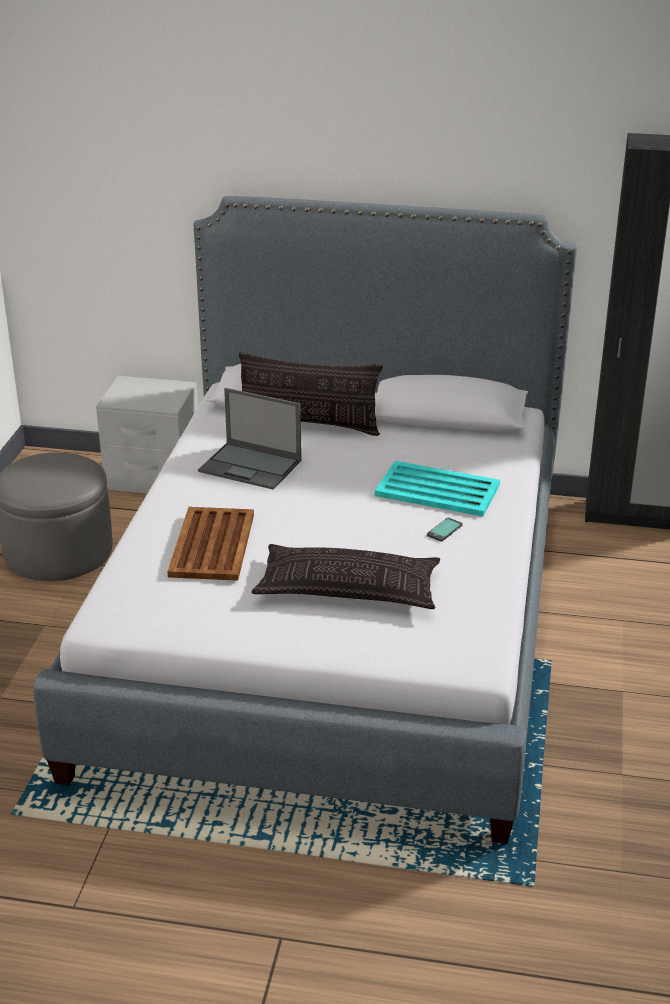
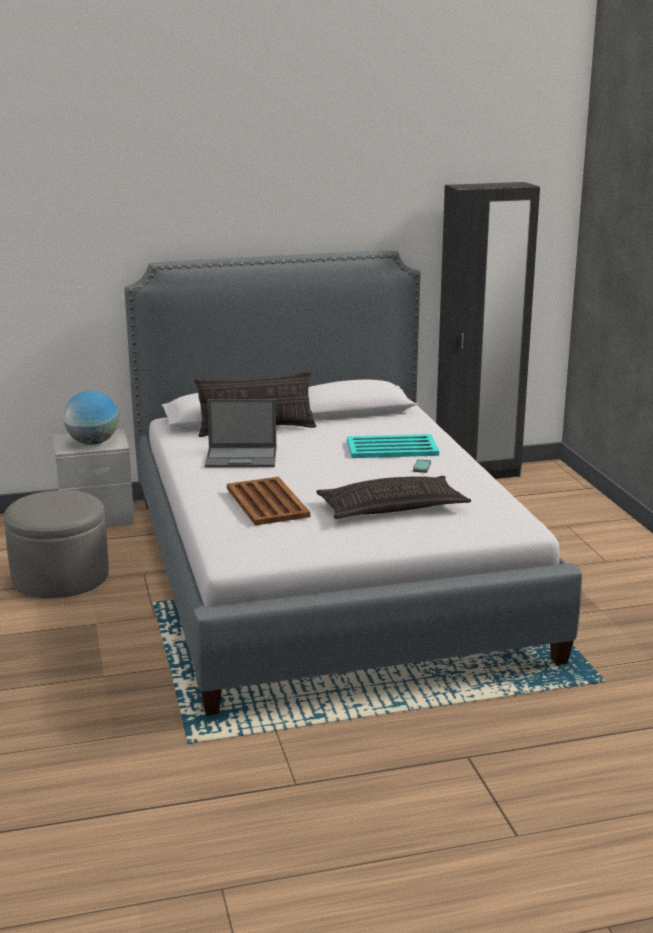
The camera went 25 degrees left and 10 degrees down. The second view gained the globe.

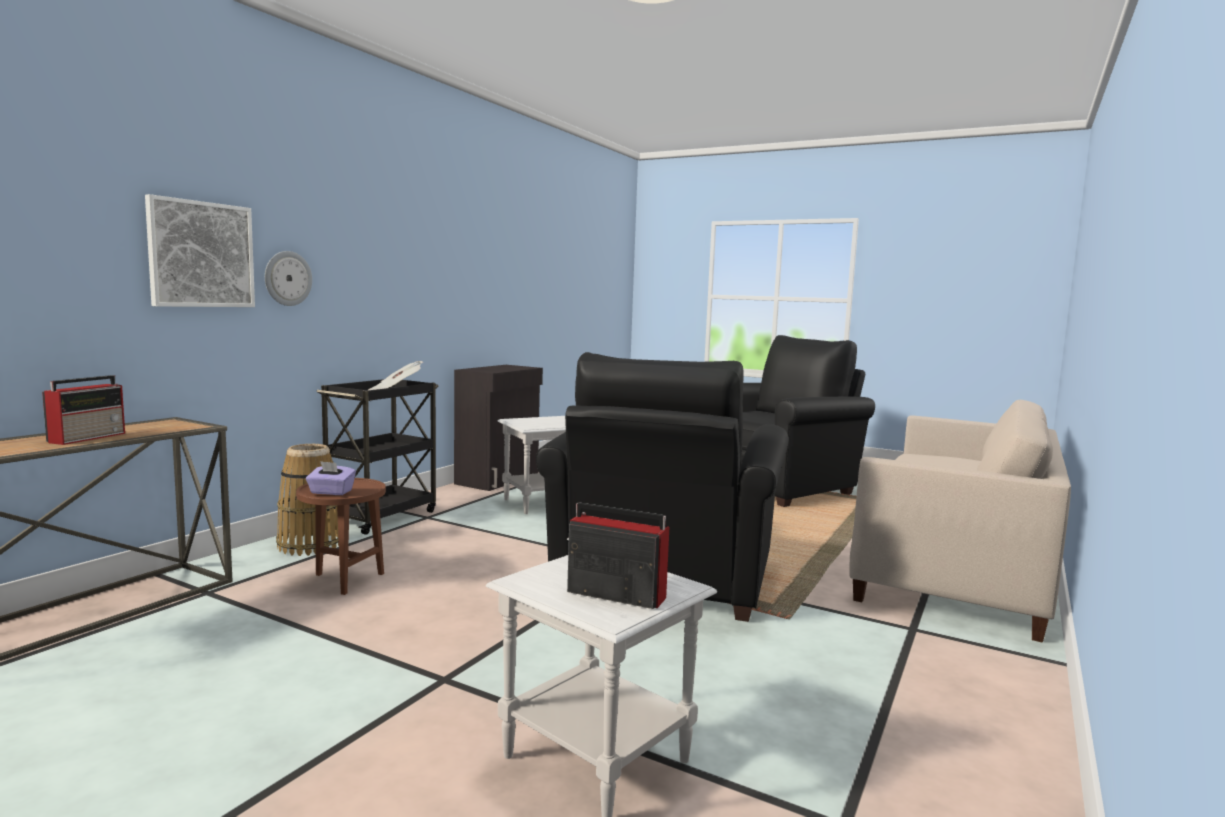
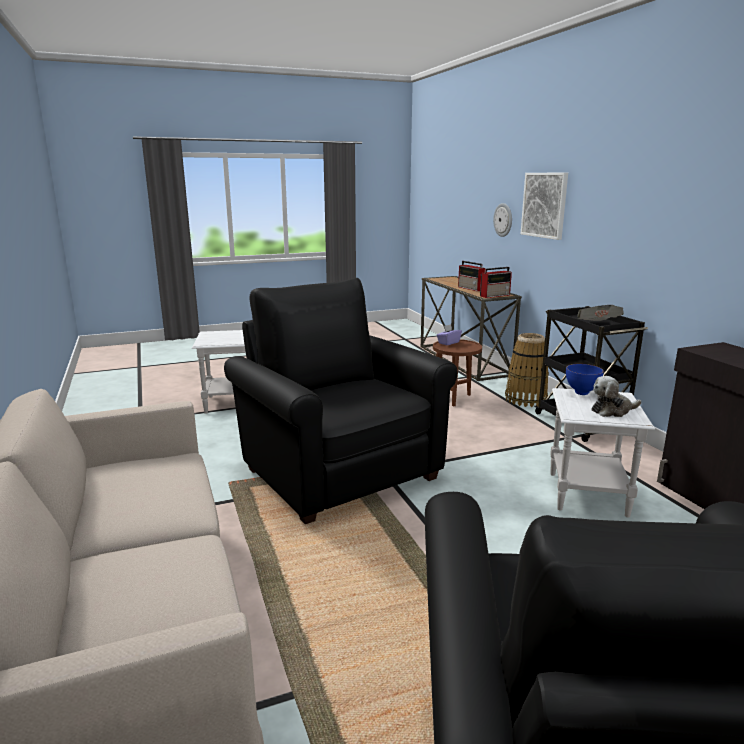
The camera went 130 degrees right and 10 degrees up. The wall clock ended up elsewhere. The radio (no. 2 from left) ended up elsewhere. The second view gained the bowl/blue. The second view gained the plush toy.

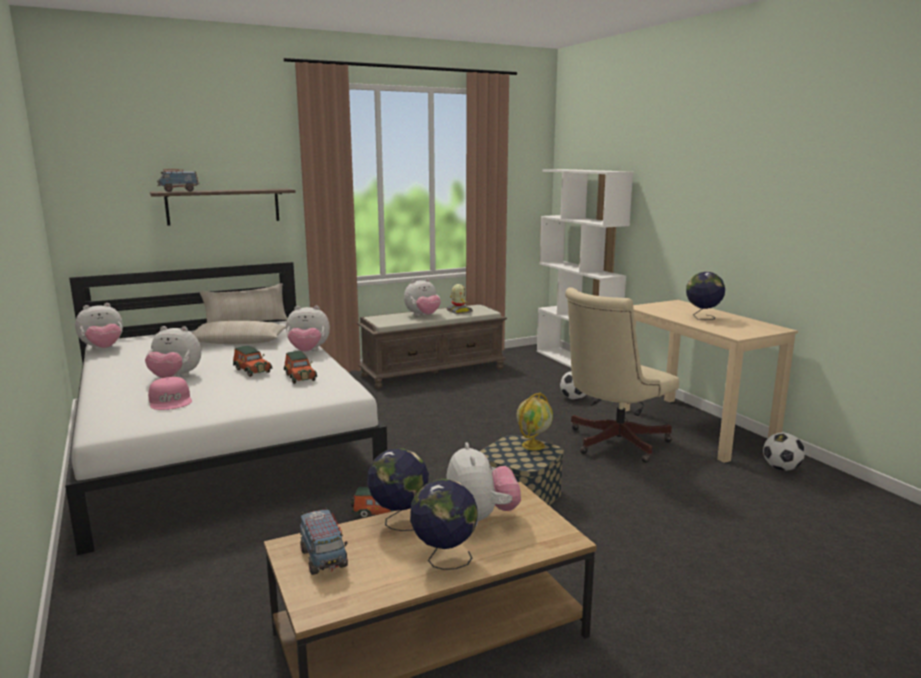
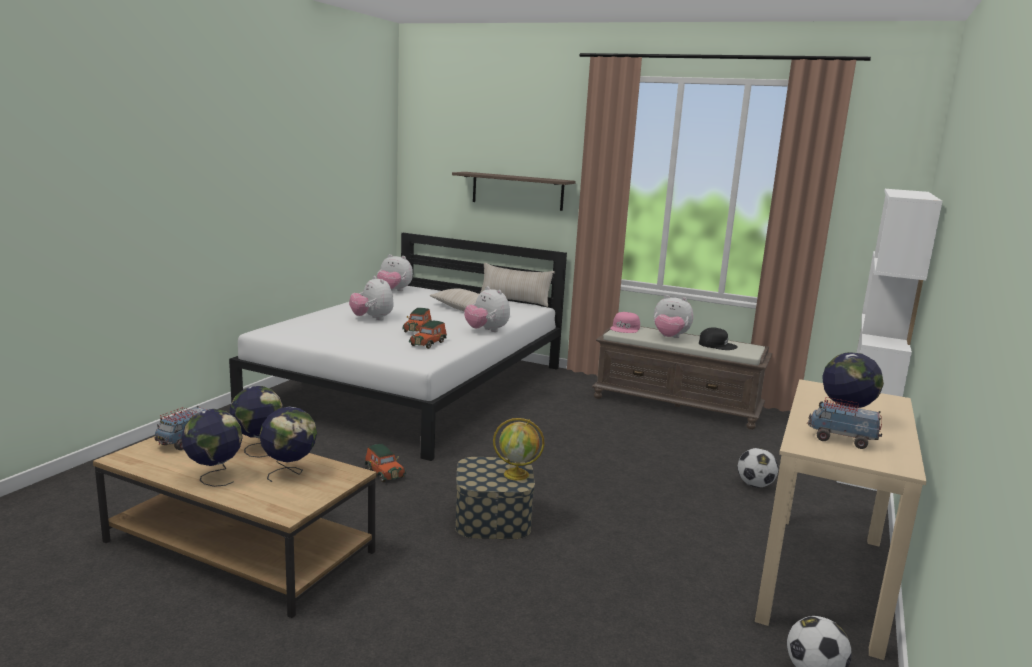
The camera went 50 degrees right and 0 degrees up. The cap/pink ended up elsewhere. The toy truck (no. 1 from left in the first image) ended up elsewhere. Where the plush toy (no. 5 from left) stood, the globe (no. 3 from left) came to stand. Where the toy robot stood, the cap/black came to stand. The second view lost the office chair/beige.

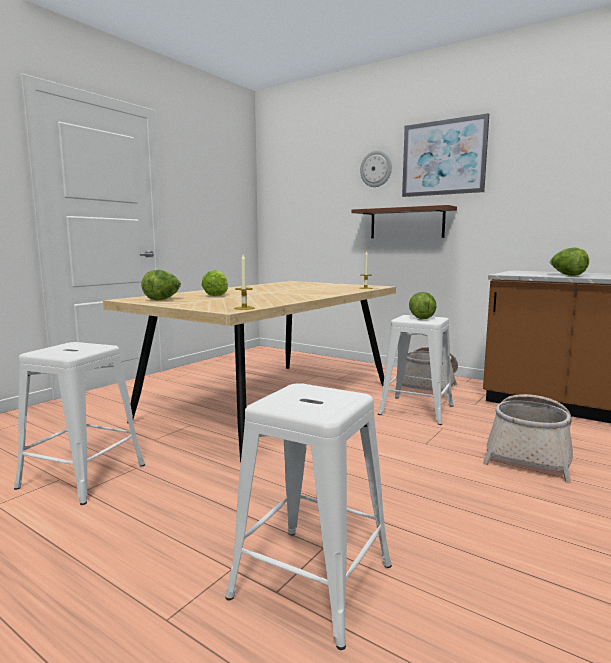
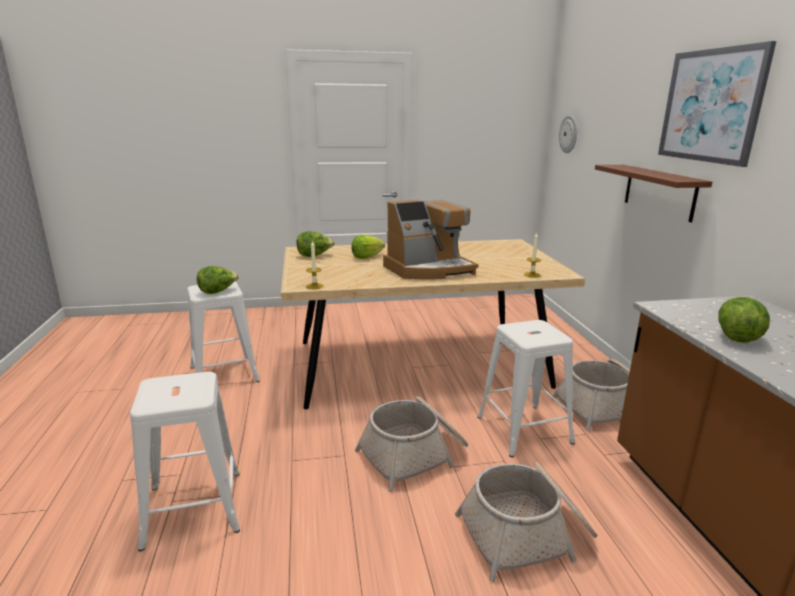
The camera went 45 degrees right and 10 degrees up. The wall clock ended up elsewhere. The lettuce (no. 3 from left in the first image) ended up elsewhere. The second view gained the basket (no. 1 from left). The second view gained the coffee machine.

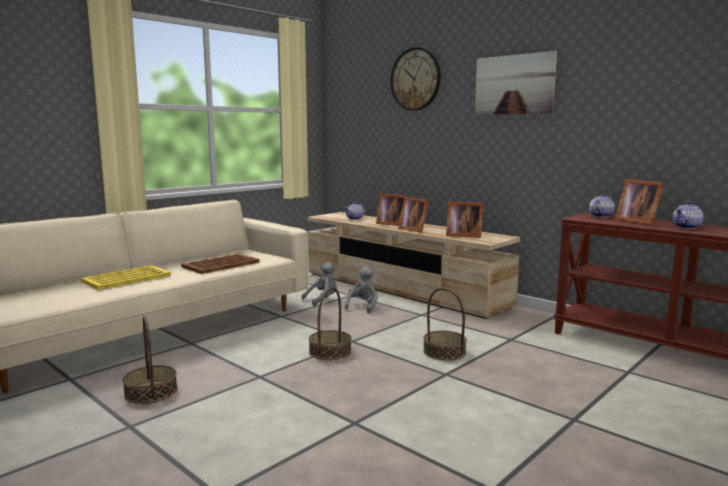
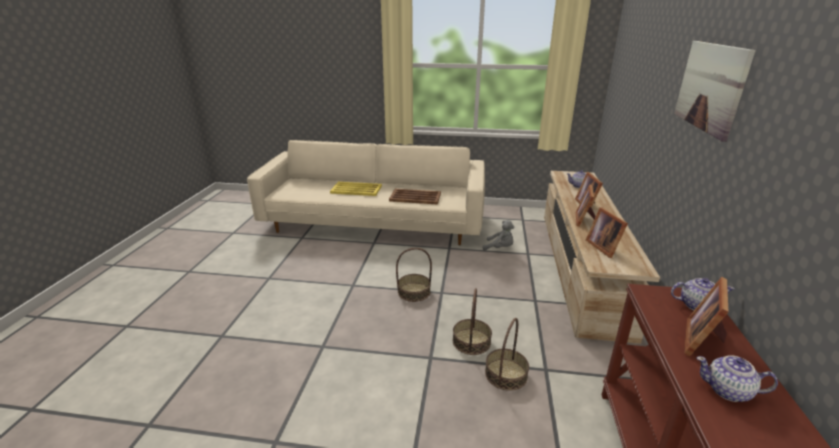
The camera went 55 degrees right and 15 degrees up. The basket (no. 1 from left in the first image) ended up elsewhere. The second view lost the plush toy/grey (no. 2 from left). The second view lost the wall clock.

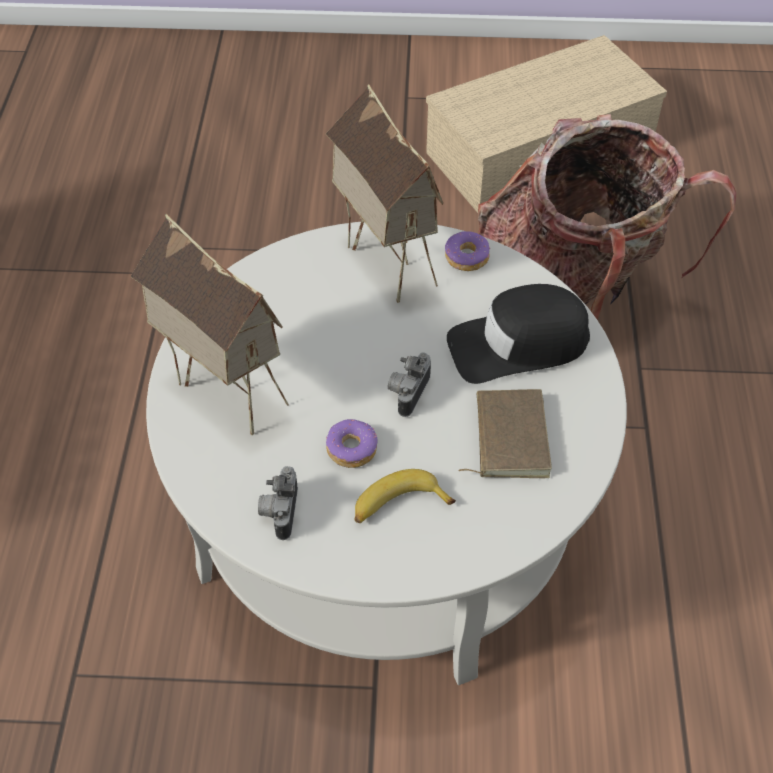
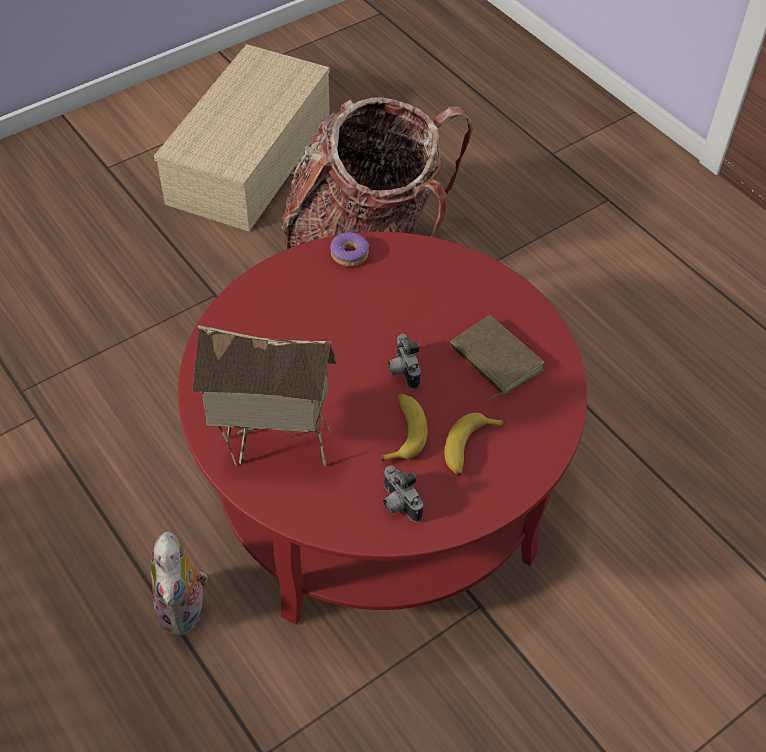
The camera went 40 degrees left and 0 degrees up. What was the coffee table/white turned into the coffee table/red. The second view lost the toy house (no. 2 from left). Where the donut (no. 1 from left) stood, the banana (no. 1 from left) came to stand. The second view lost the cap/black. The second view gained the plush toy.

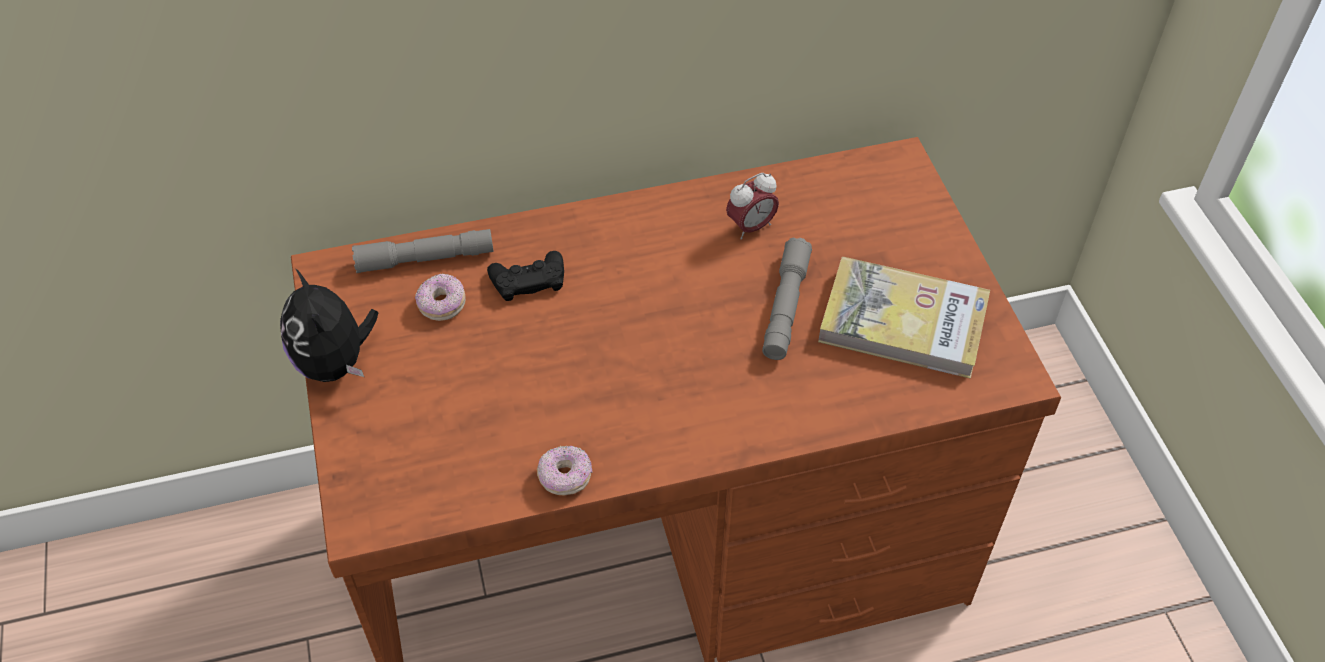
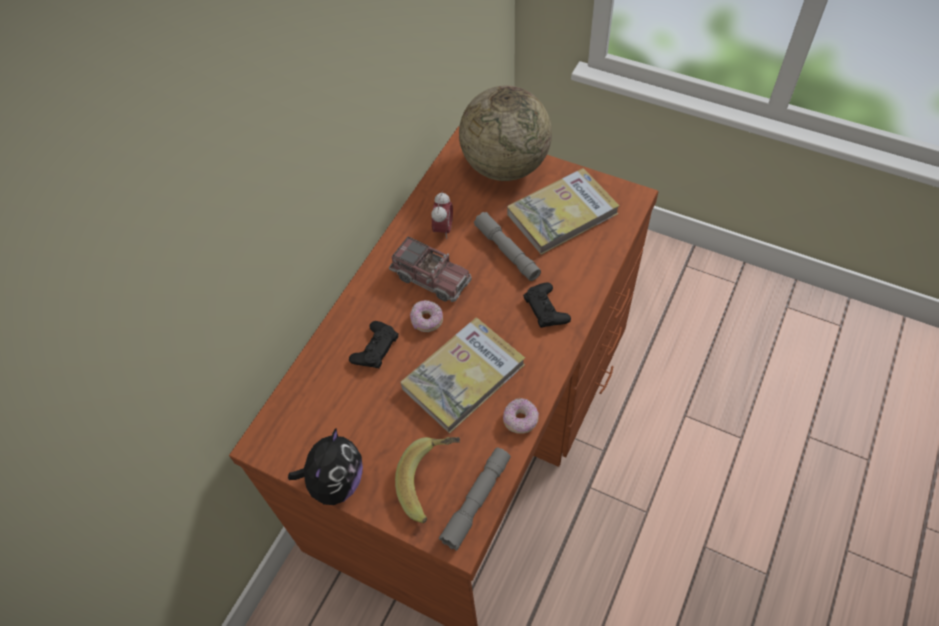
The camera went 45 degrees left and 5 degrees up. The plush toy ended up facing another way, 90 degrees counterclockwise from before. The flashlight/grey (no. 1 from left) ended up elsewhere. The donut (no. 1 from left) ended up elsewhere. The second view gained the toy truck. The second view gained the banana. The second view gained the book (no. 1 from left). The second view gained the globe. The second view gained the game controller/black (no. 2 from left).

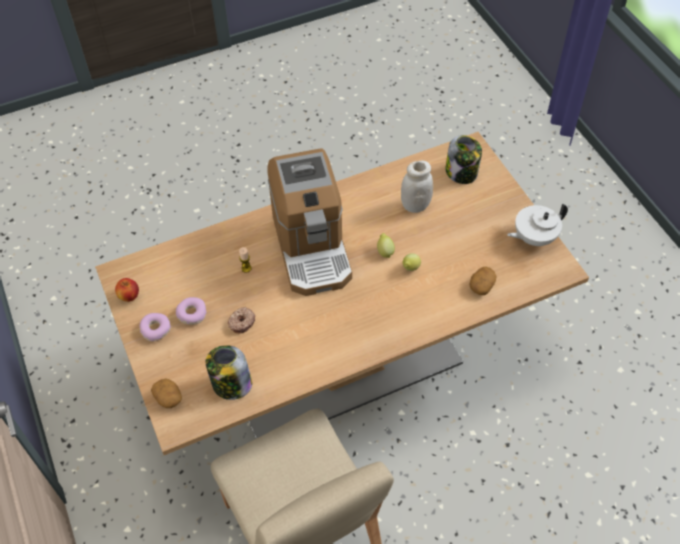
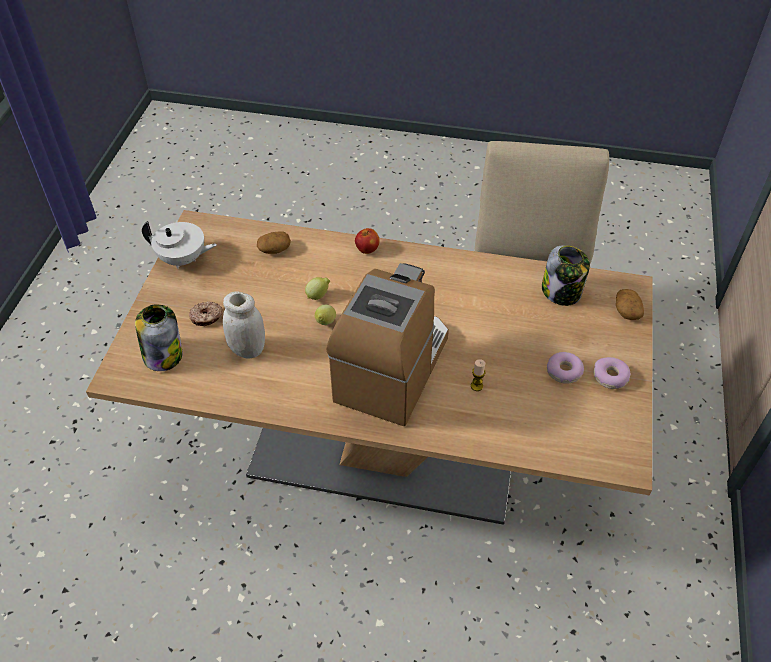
The camera went 145 degrees left and 5 degrees down. The apple ended up elsewhere. The donut (no. 3 from left in the first image) ended up elsewhere.

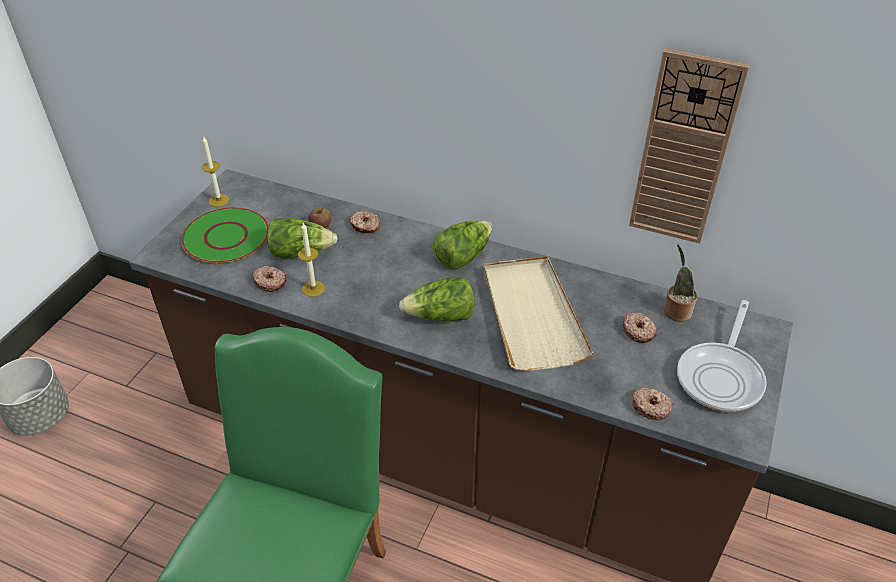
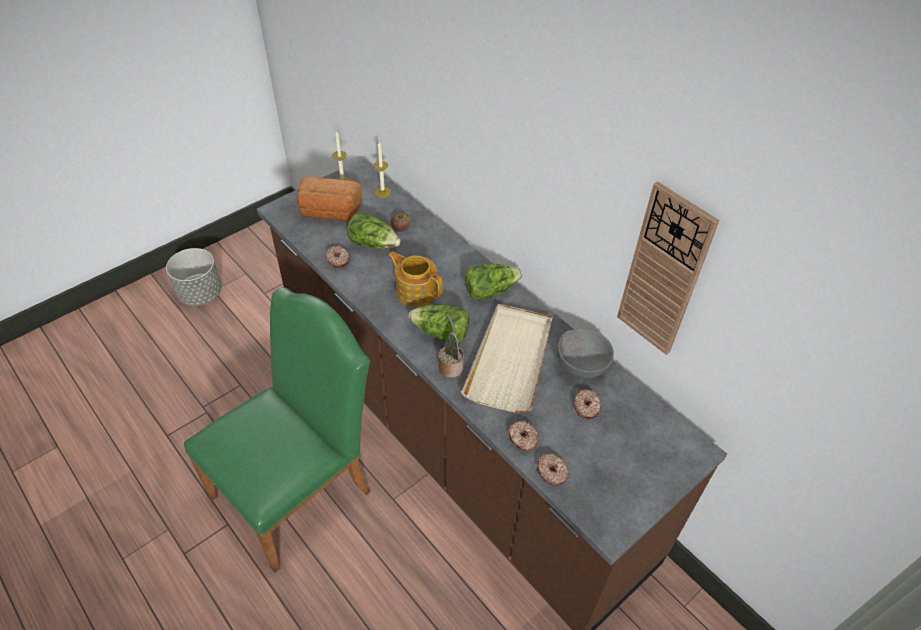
The camera went 25 degrees right and 5 degrees up. Where the plate/green stood, the bread came to stand. The candle (no. 2 from left) ended up elsewhere. The donut (no. 2 from left) ended up elsewhere. The potted plant ended up elsewhere. The second view lost the frying pan. The second view gained the teapot. The second view gained the bowl/grey.

